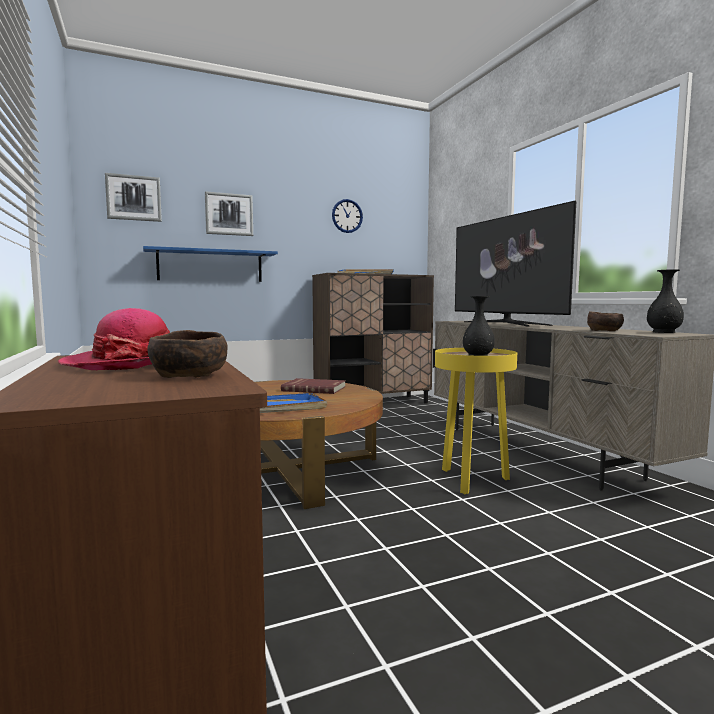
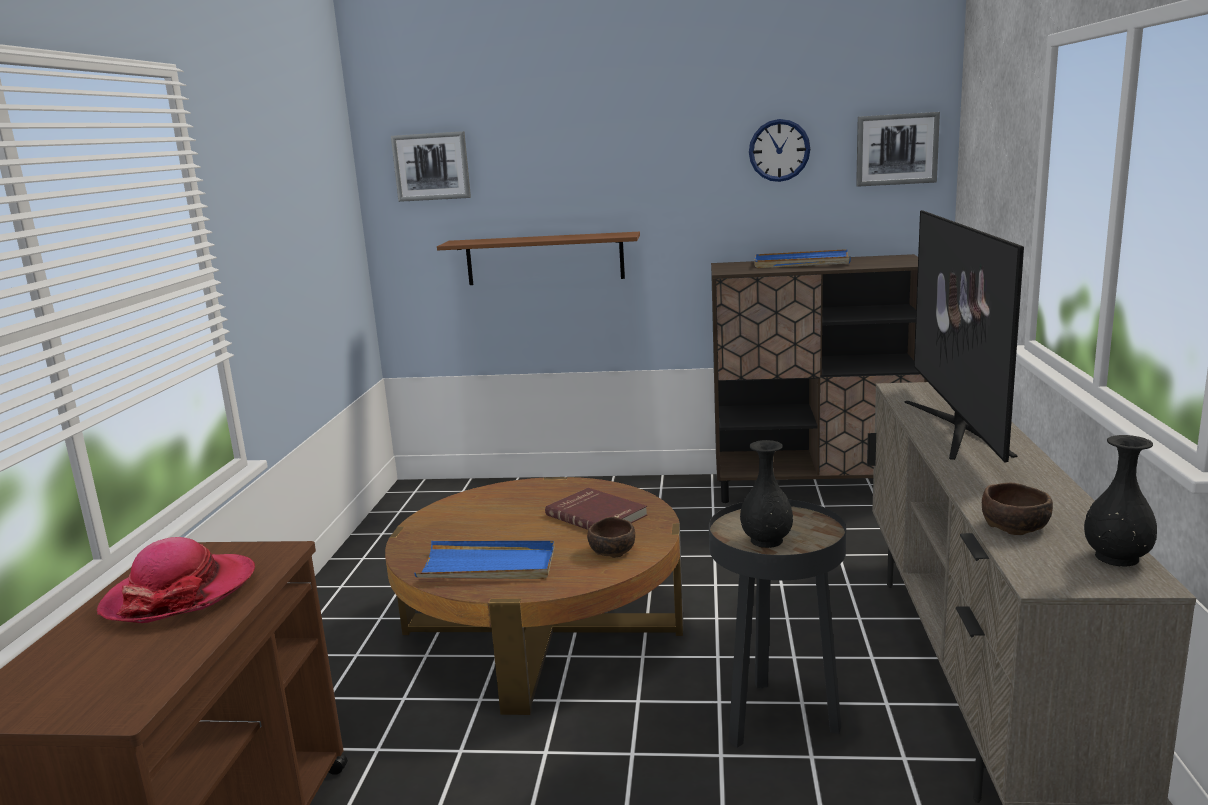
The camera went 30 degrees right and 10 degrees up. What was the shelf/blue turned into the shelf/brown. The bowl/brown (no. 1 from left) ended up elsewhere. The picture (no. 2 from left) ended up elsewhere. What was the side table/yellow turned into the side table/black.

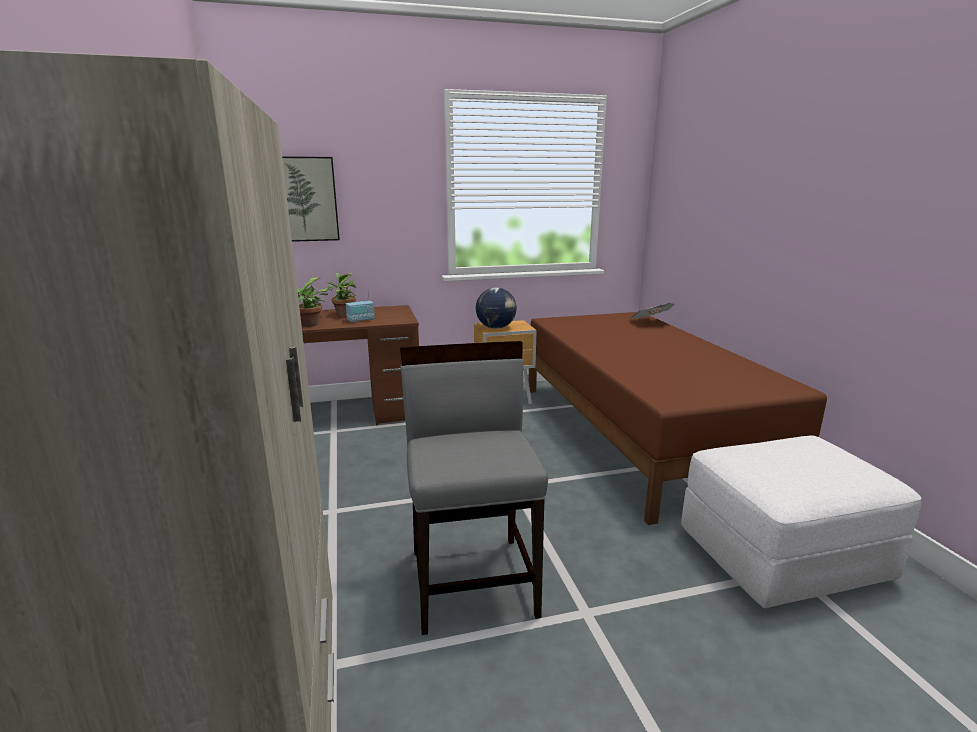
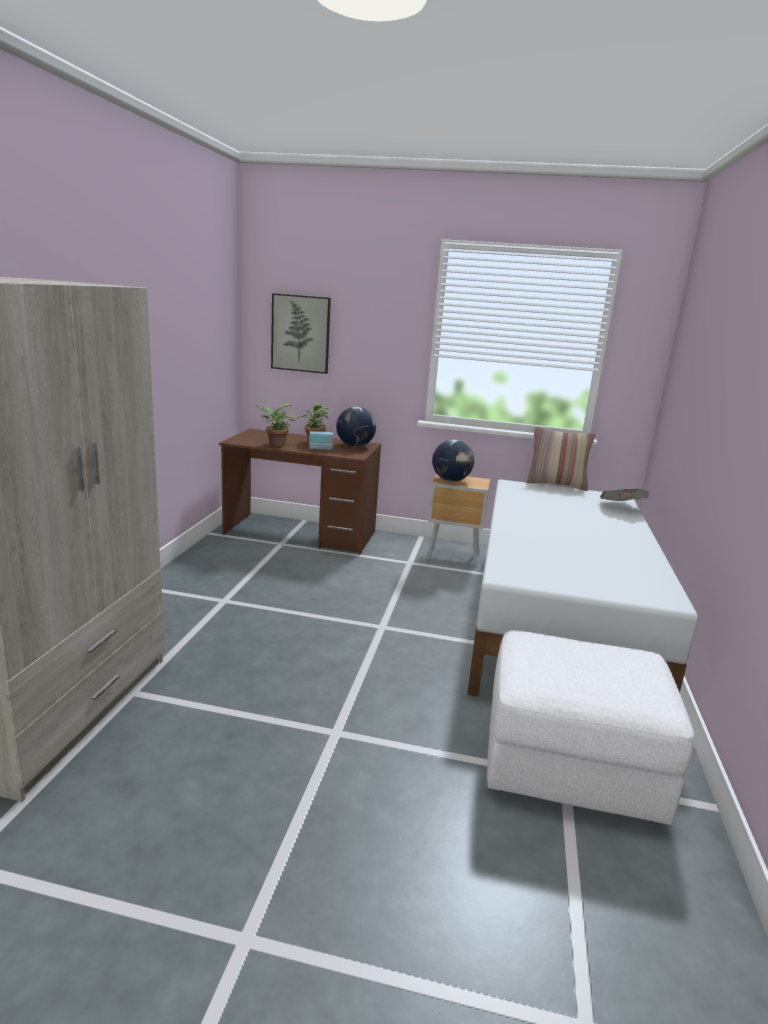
The camera went 25 degrees right and 0 degrees up. The second view lost the chair/grey. What was the bed/brown turned into the bed/white. The second view gained the globe (no. 1 from left). The second view gained the pillow.

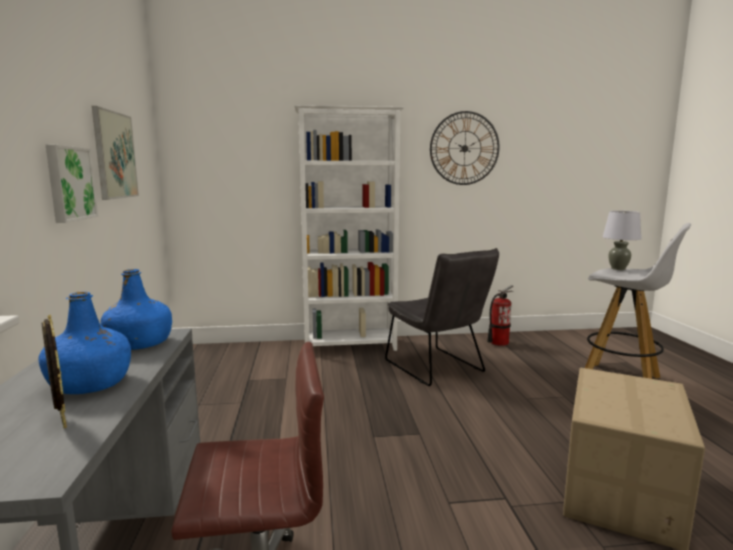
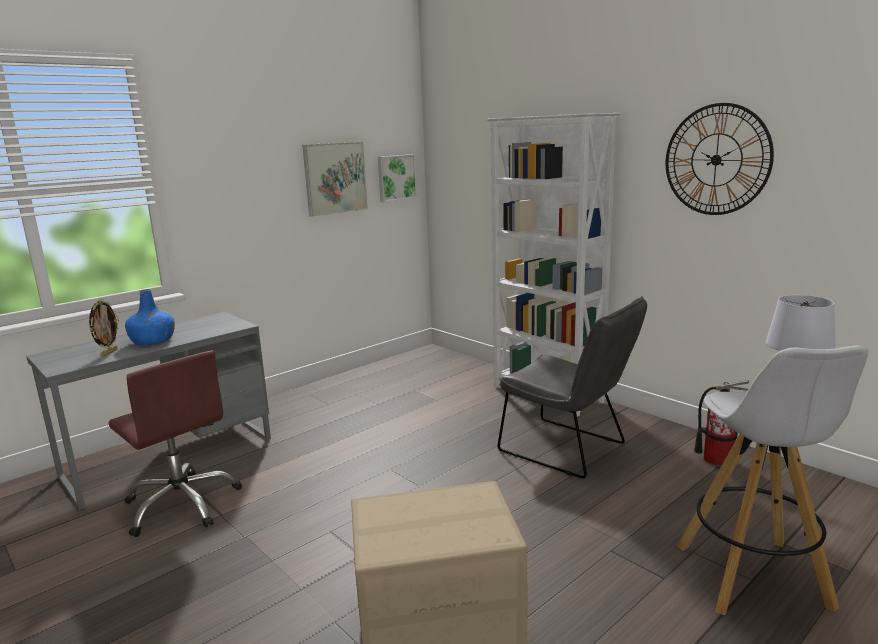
The camera went 55 degrees right and 5 degrees up. The picture (no. 1 from left in the first image) ended up elsewhere. The second view lost the bottle/blue (no. 2 from left). The chair/grey ended up facing another way, 75 degrees counterclockwise from before.

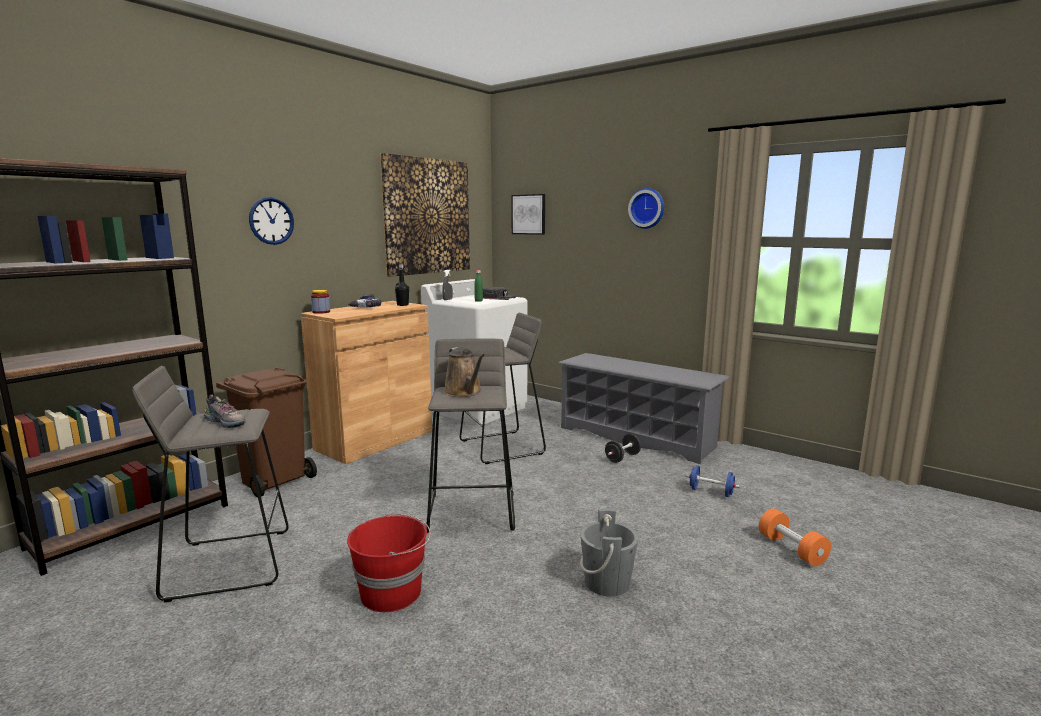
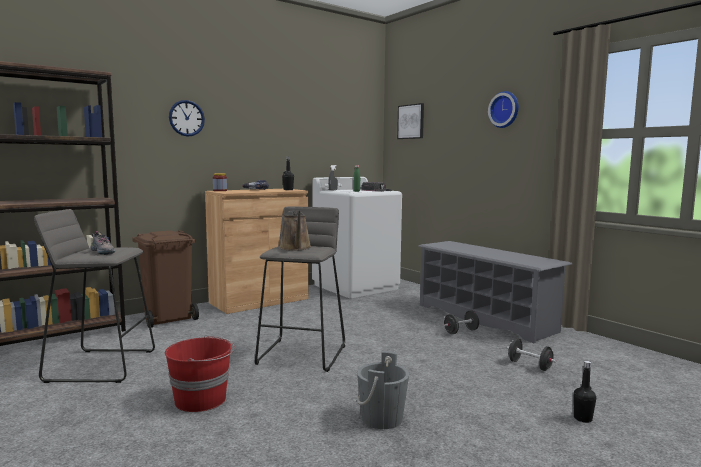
The camera went 15 degrees right and 5 degrees down. The second view lost the picture (no. 1 from left). The second view lost the stool/grey (no. 3 from left). What was the dumbbell/blue turned into the dumbbell/black (no. 2 from left). Where the dumbbell/orange stood, the bottle/black (no. 2 from left) came to stand.

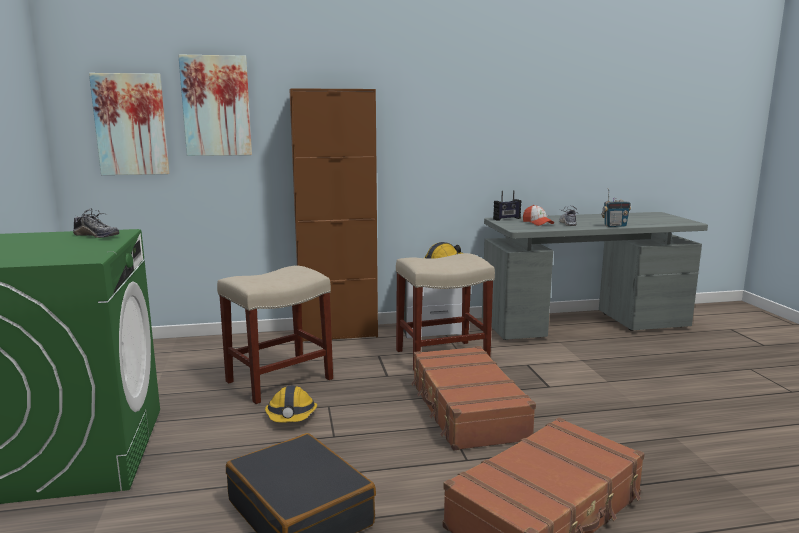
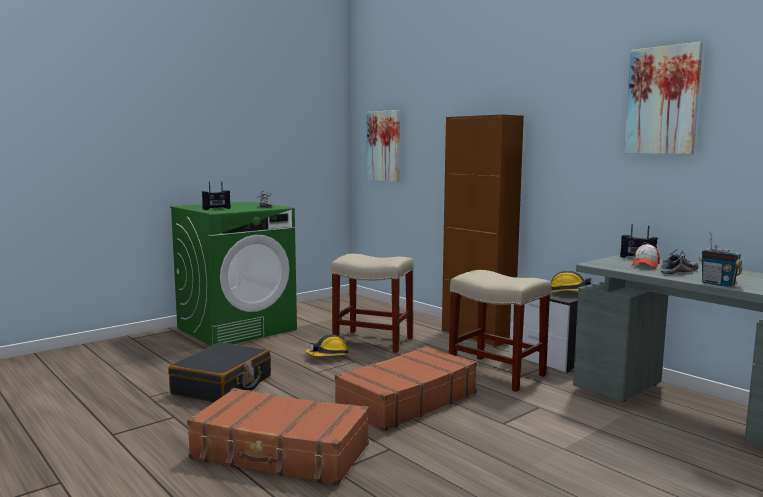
The camera went 60 degrees right and 5 degrees down. The picture (no. 2 from left) ended up elsewhere. The second view gained the radio (no. 1 from left).

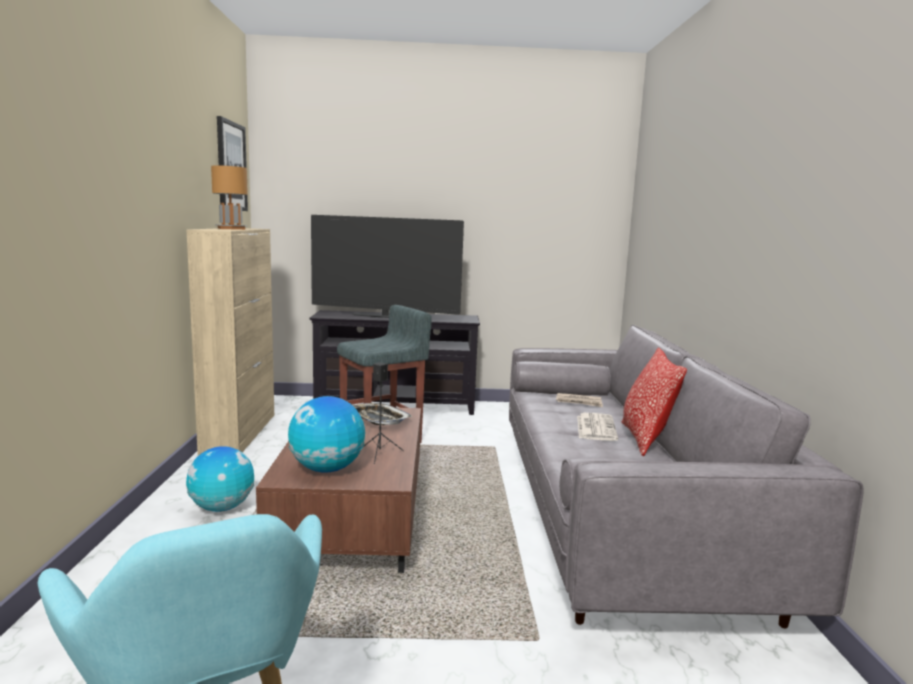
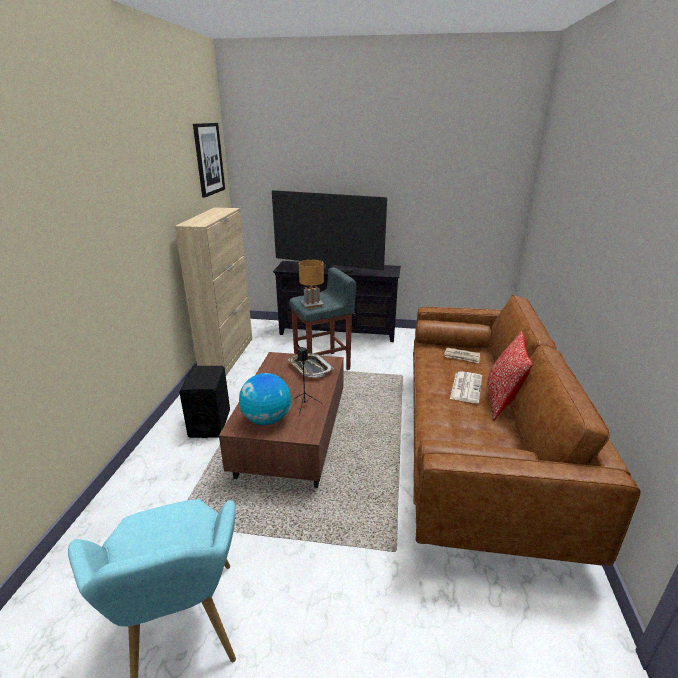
The camera went 10 degrees right and 15 degrees up. Where the globe (no. 1 from left) stood, the speaker/black (no. 1 from left) came to stand. The table lamp/brown ended up elsewhere. What was the sofa/grey turned into the sofa/brown.

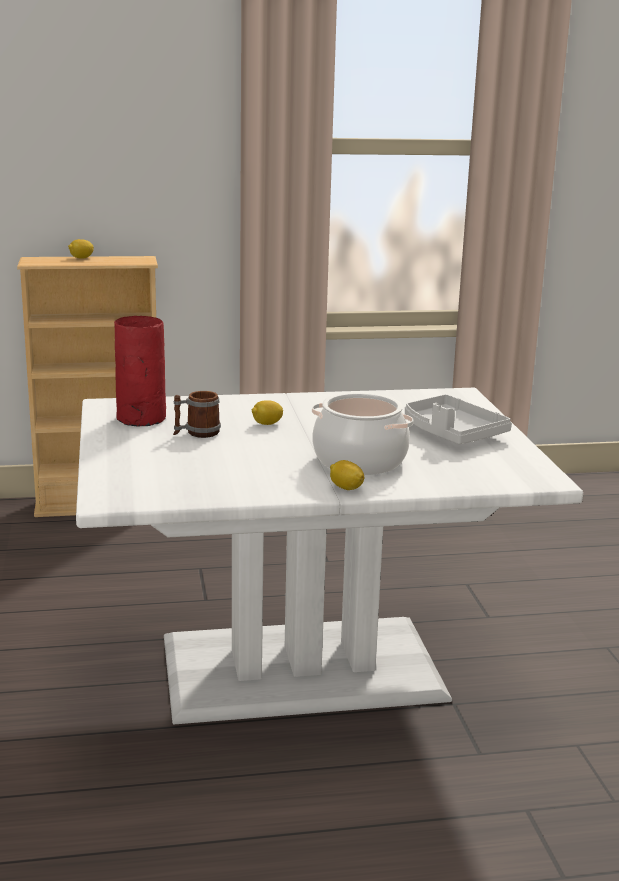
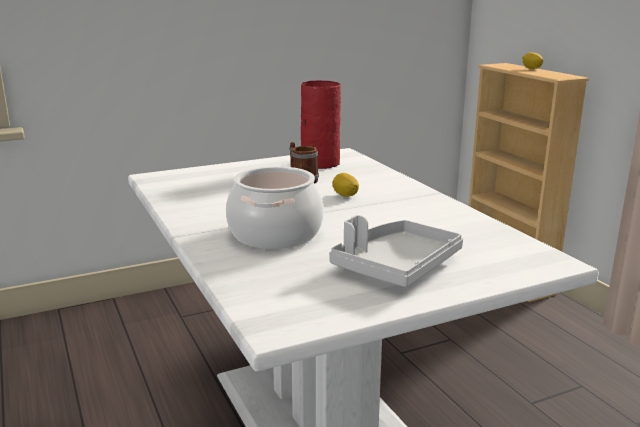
The camera went 75 degrees right and 0 degrees up. The second view lost the lemon (no. 3 from left).

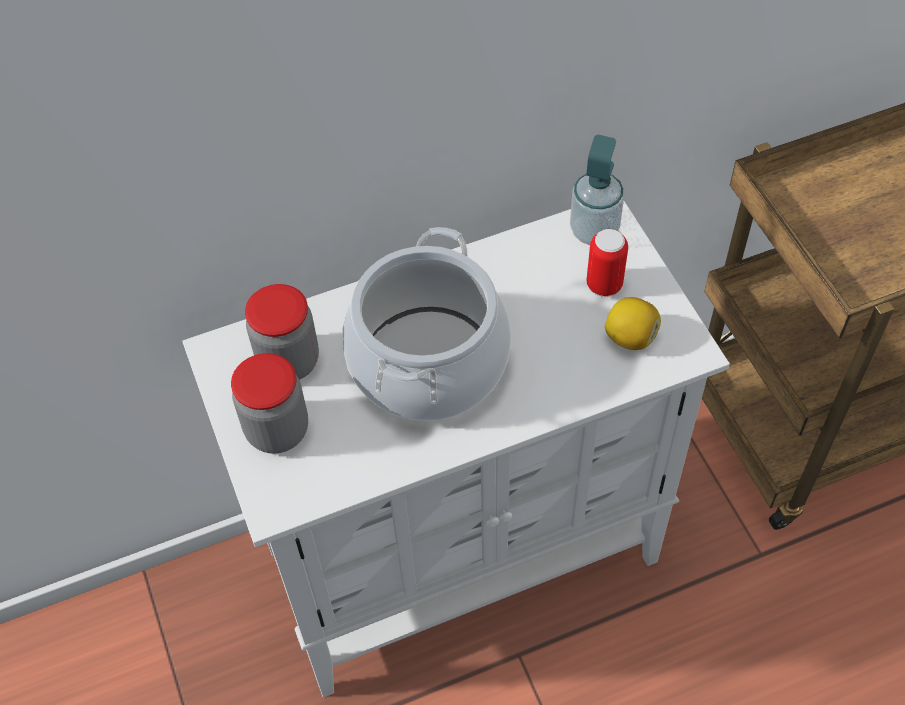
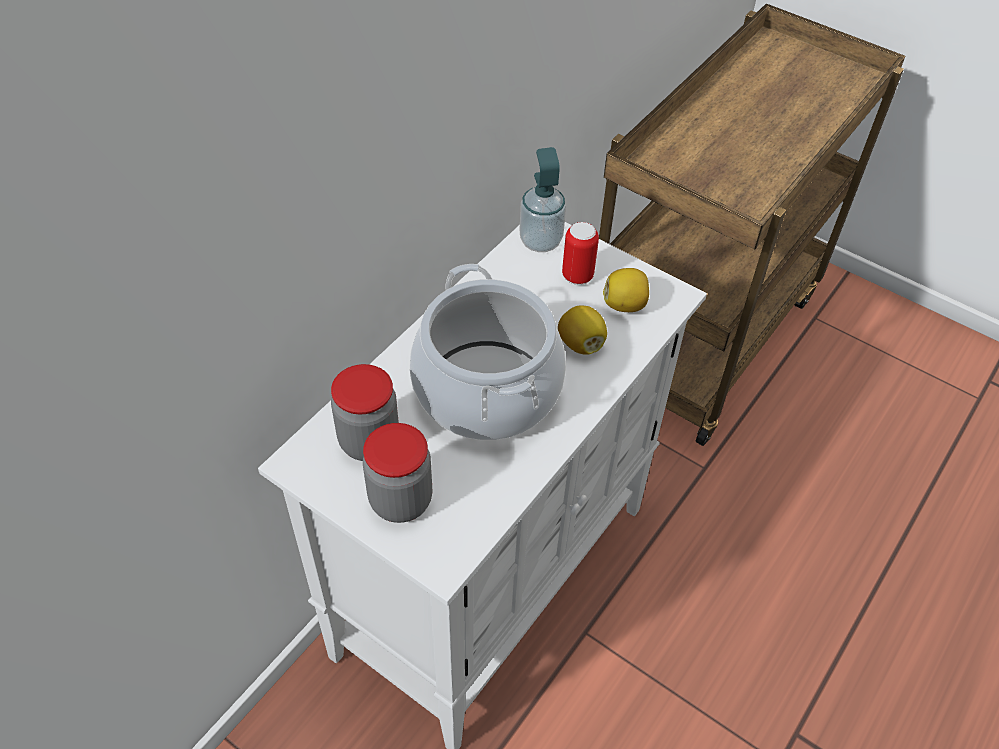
The camera went 35 degrees left and 5 degrees down. The second view gained the lemon (no. 1 from left).

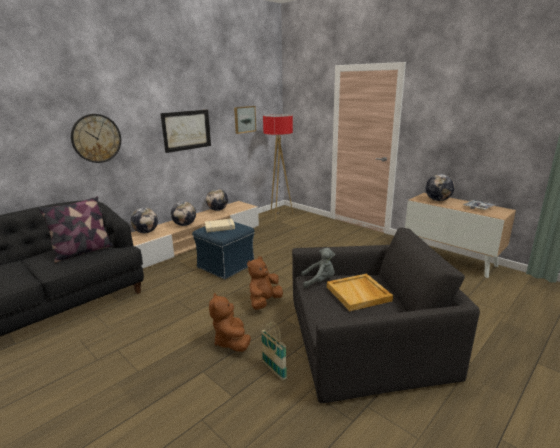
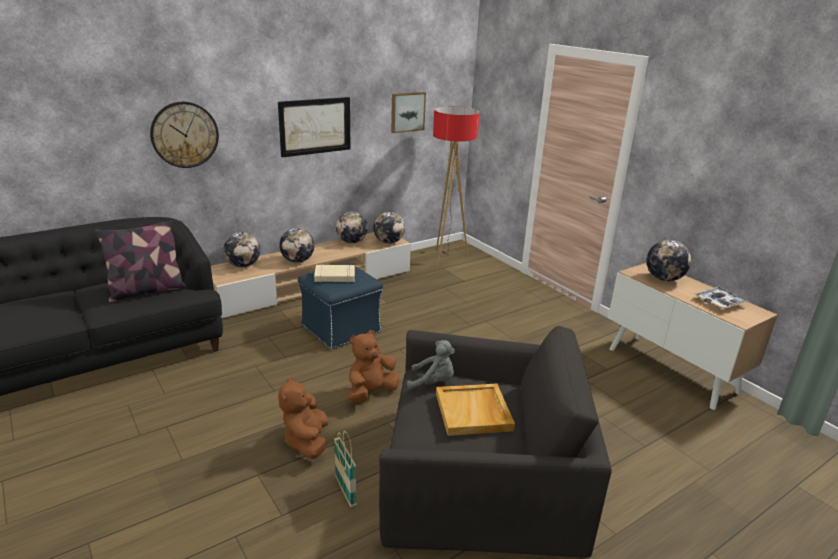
The camera went 10 degrees right and 5 degrees up. The second view gained the globe (no. 4 from left).

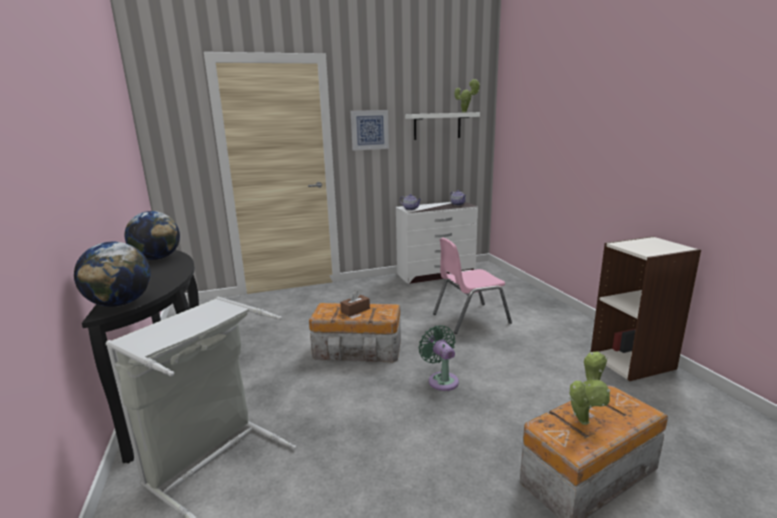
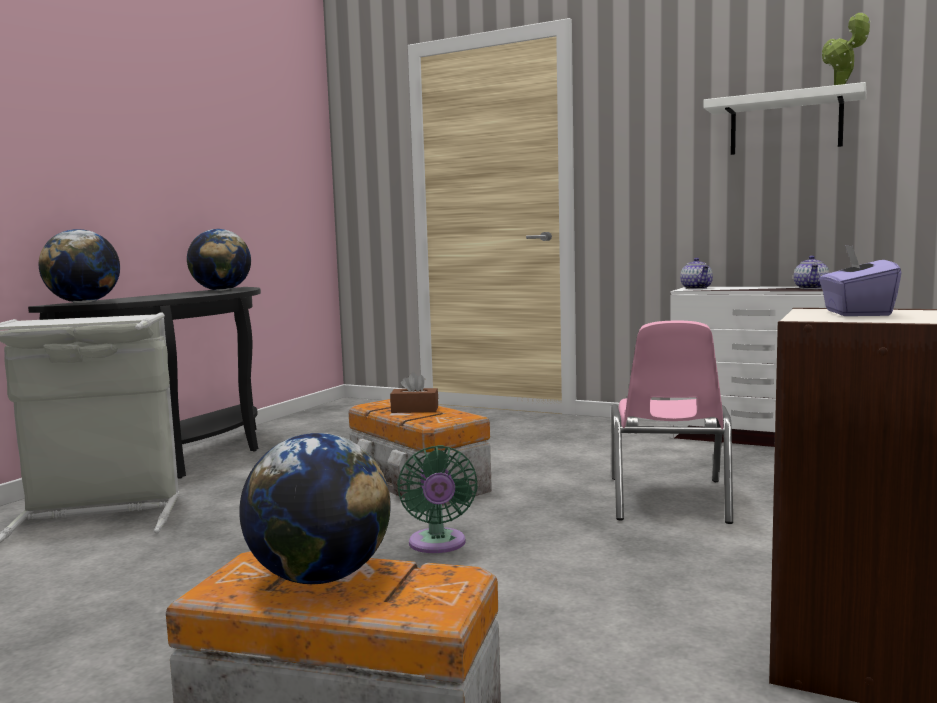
The camera went 45 degrees right and 10 degrees down. The second view lost the picture. The fan/green ended up facing another way, 150 degrees clockwise from before. The chair/pink ended up facing another way, 105 degrees counterclockwise from before. Where the potted plant (no. 2 from left) stood, the globe (no. 3 from left) came to stand. The second view gained the tissue box/purple.

